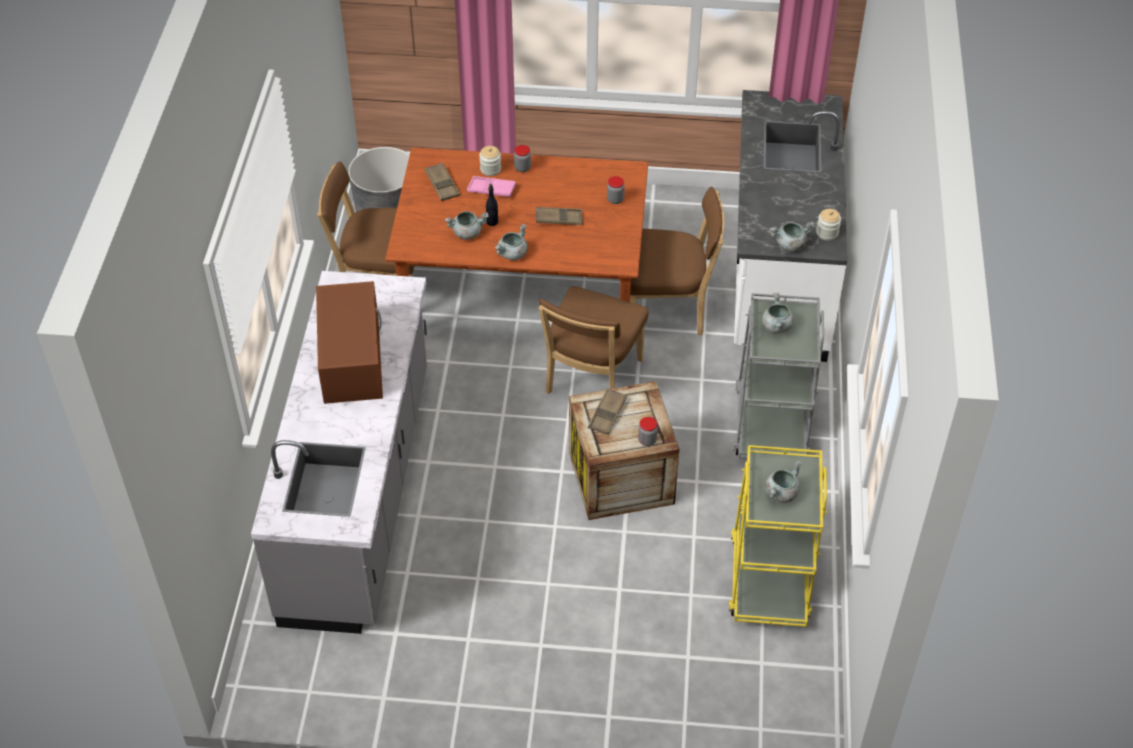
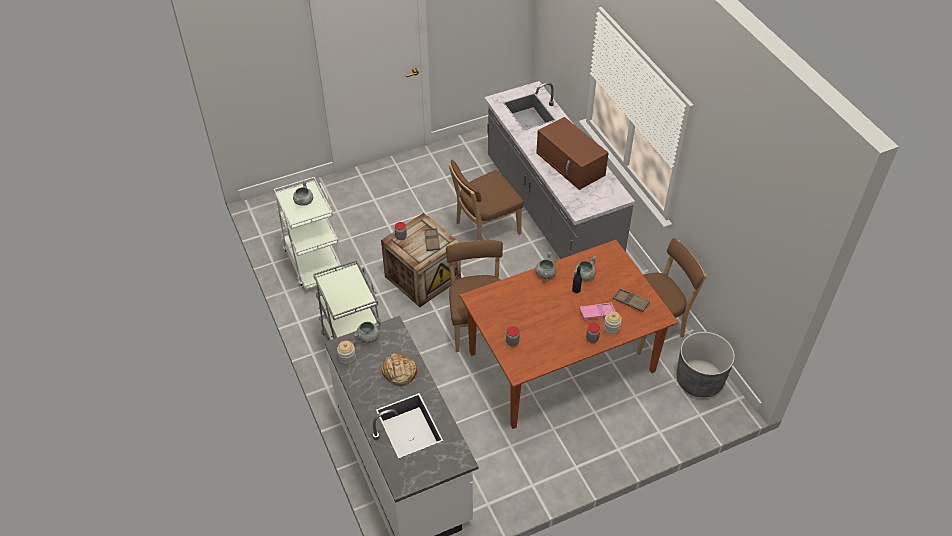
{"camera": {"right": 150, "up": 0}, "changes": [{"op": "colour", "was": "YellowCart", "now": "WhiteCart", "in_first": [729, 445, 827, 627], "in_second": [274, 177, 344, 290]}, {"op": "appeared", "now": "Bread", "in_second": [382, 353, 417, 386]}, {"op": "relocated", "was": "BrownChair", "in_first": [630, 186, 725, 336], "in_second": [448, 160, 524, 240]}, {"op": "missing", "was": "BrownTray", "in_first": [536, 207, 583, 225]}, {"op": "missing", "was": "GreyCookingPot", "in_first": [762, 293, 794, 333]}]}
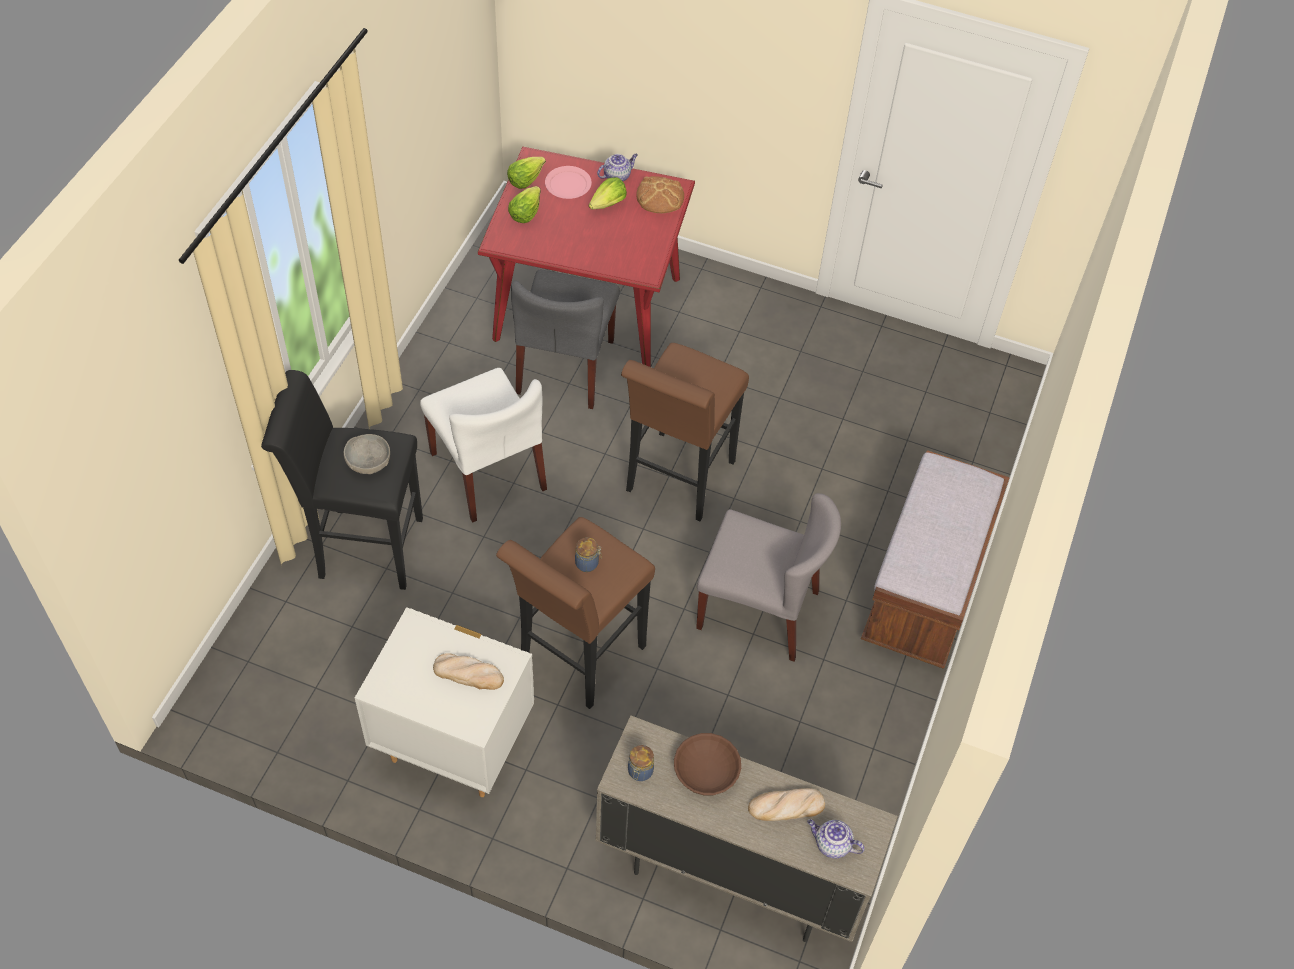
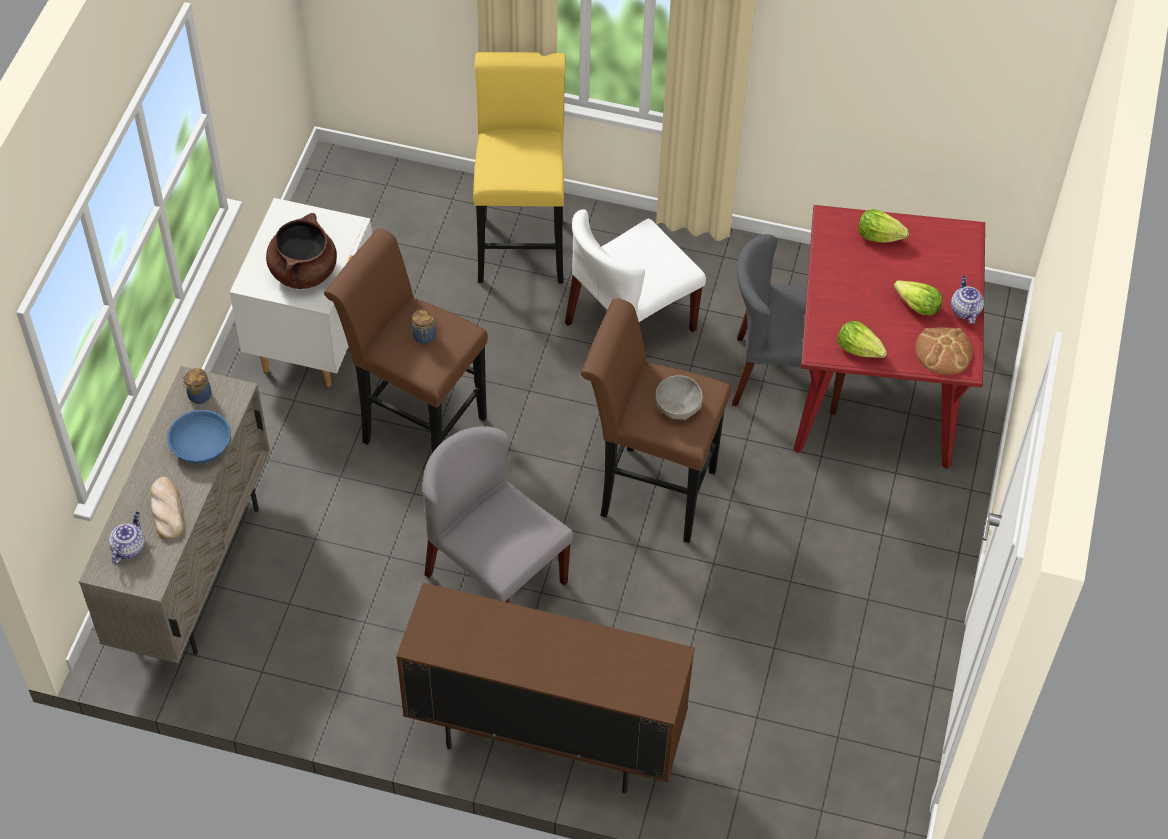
{"camera": {"right": 85, "up": 0}, "changes": [{"op": "colour", "was": "BrownBowl", "now": "BlueBowl", "in_first": [674, 733, 741, 795], "in_second": [167, 410, 231, 464]}, {"op": "exchanged", "was": "Bread", "now": "BrownCookingPot", "in_first": [433, 653, 504, 690], "in_second": [266, 213, 337, 289]}, {"op": "exchanged", "was": "BrownBench", "now": "BrownCabinet", "in_first": [861, 450, 1010, 669], "in_second": [396, 582, 695, 793]}, {"op": "spun", "was": "GreyChair", "in_first": [696, 493, 841, 662], "in_second": [423, 426, 573, 603], "clockwise": 120}, {"op": "colour", "was": "BlackStool", "now": "YellowStool", "in_first": [261, 370, 423, 590], "in_second": [473, 52, 566, 283]}, {"op": "relocated", "was": "GreyBowl", "in_first": [344, 434, 390, 474], "in_second": [656, 375, 703, 420]}, {"op": "relocated", "was": "Lettuce", "in_first": [507, 157, 546, 189], "in_second": [838, 321, 887, 358]}, {"op": "spun", "was": "Teapot", "in_first": [597, 154, 638, 181], "in_second": [951, 276, 984, 324], "clockwise": -150}, {"op": "missing", "was": "PinkPlate", "in_first": [545, 166, 592, 199]}]}
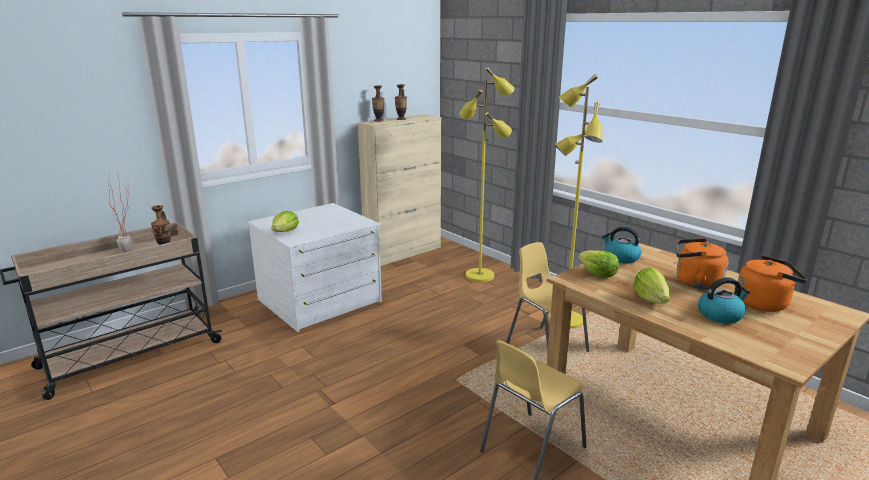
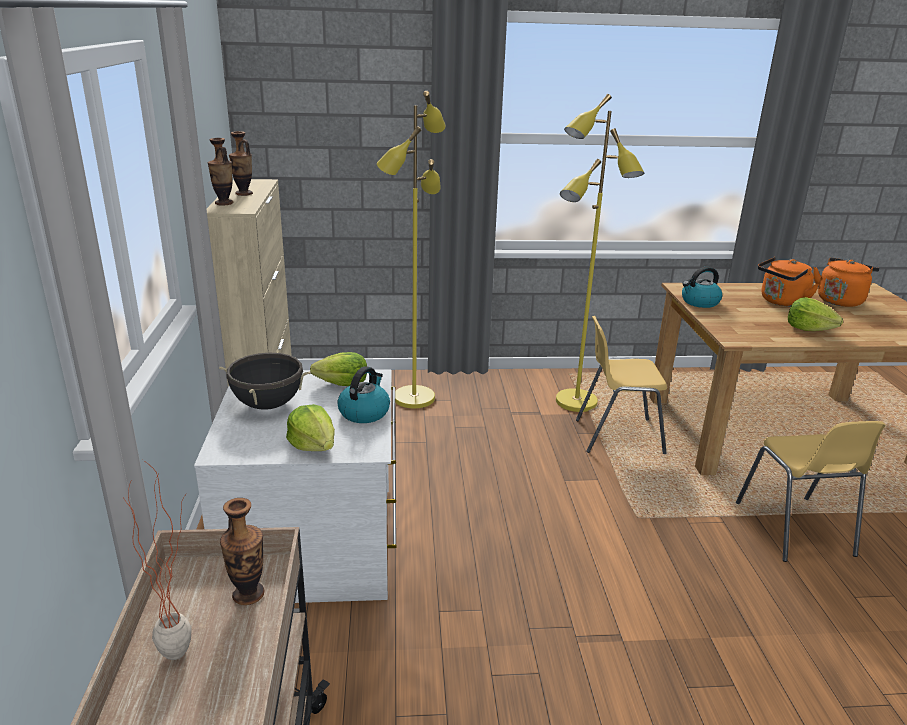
{"camera": {"right": -55, "up": 5}, "changes": [{"op": "appeared", "now": "BlackCookingPot", "in_second": [219, 350, 311, 410]}, {"op": "relocated", "was": "Lettuce", "in_first": [578, 250, 619, 278], "in_second": [310, 352, 367, 386]}, {"op": "relocated", "was": "Kettle", "in_first": [698, 277, 750, 324], "in_second": [337, 366, 390, 423]}]}
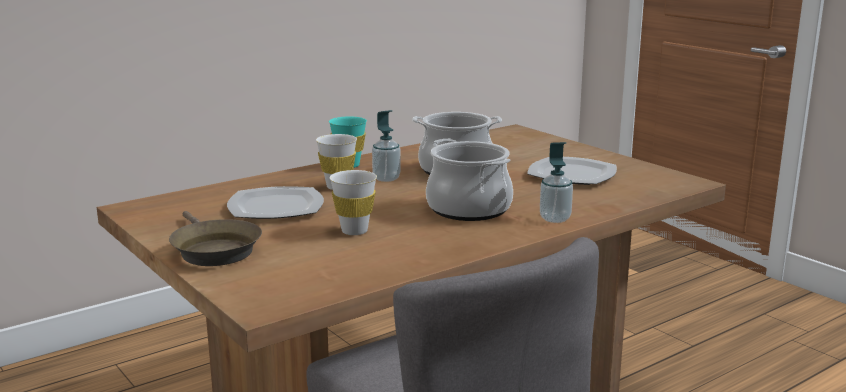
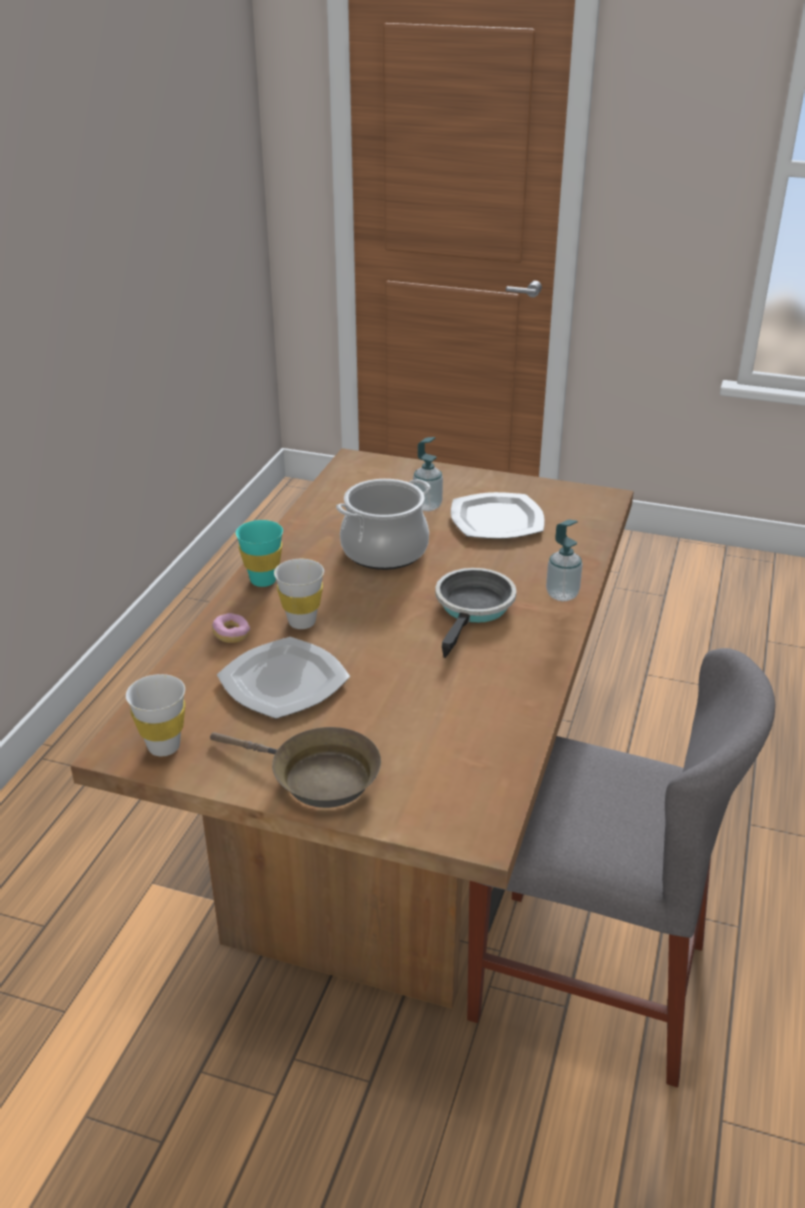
{"camera": {"right": -35, "up": 15}, "changes": [{"op": "relocated", "was": "WhiteCup", "in_first": [330, 170, 377, 235], "in_second": [126, 674, 185, 756]}, {"op": "appeared", "now": "Donut", "in_second": [212, 613, 250, 643]}, {"op": "relocated", "was": "SoapDispenser", "in_first": [372, 110, 401, 182], "in_second": [413, 437, 443, 511]}, {"op": "exchanged", "was": "CookingPot", "now": "FryingPan", "in_first": [426, 139, 513, 221], "in_second": [435, 568, 516, 658]}]}
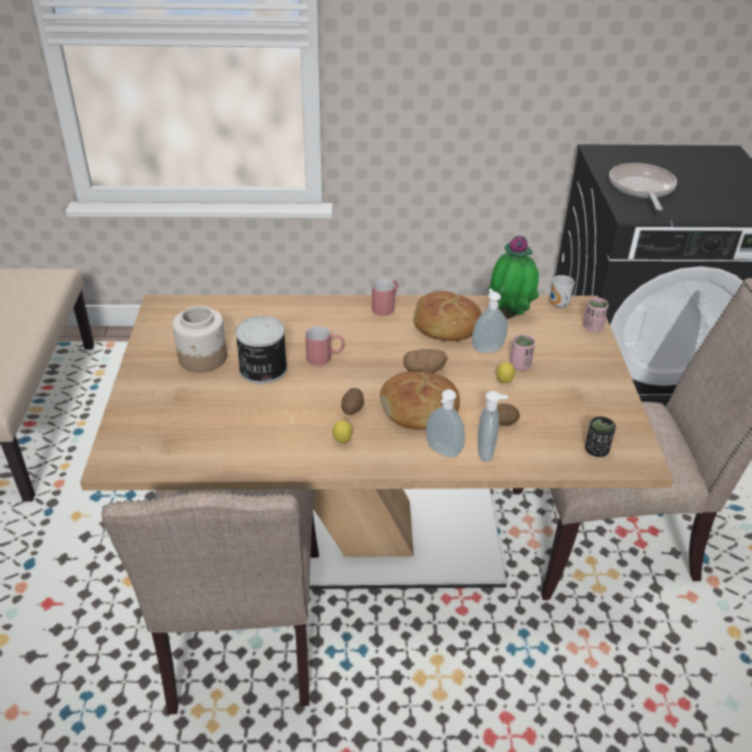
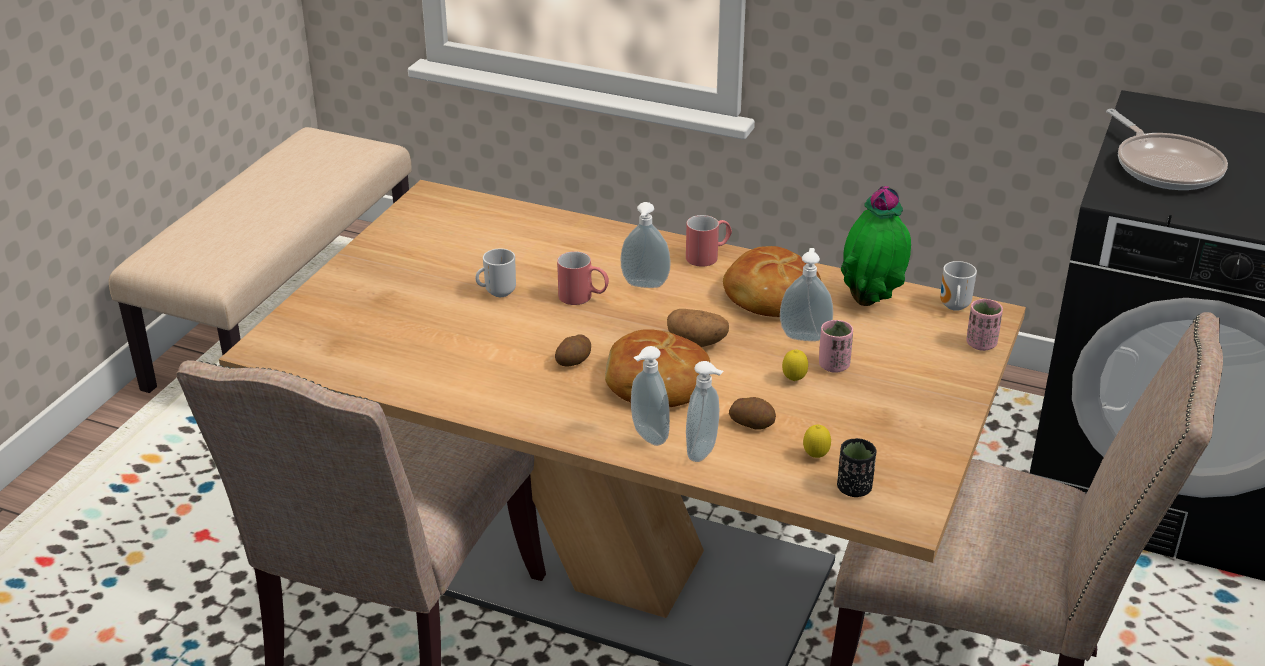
{"camera": {"right": 25, "up": -5}, "changes": [{"op": "exchanged", "was": "Can", "now": "Mug", "in_first": [235, 316, 287, 384], "in_second": [475, 249, 516, 297]}, {"op": "appeared", "now": "SoapDispenser", "in_second": [621, 202, 671, 288]}, {"op": "relocated", "was": "Lemon", "in_first": [333, 420, 352, 443], "in_second": [803, 425, 831, 458]}, {"op": "spun", "was": "FryingPan", "in_first": [609, 163, 677, 210], "in_second": [1106, 109, 1228, 190], "clockwise": 135}, {"op": "missing", "was": "Jar", "in_first": [173, 306, 227, 372]}]}
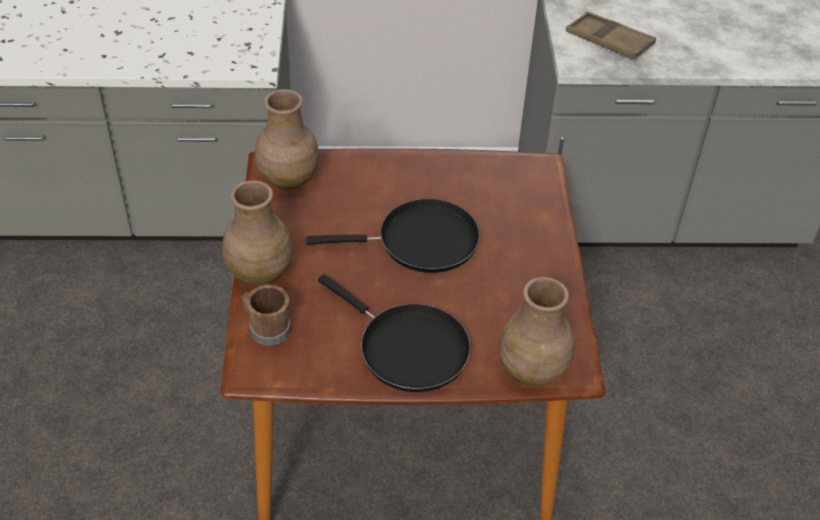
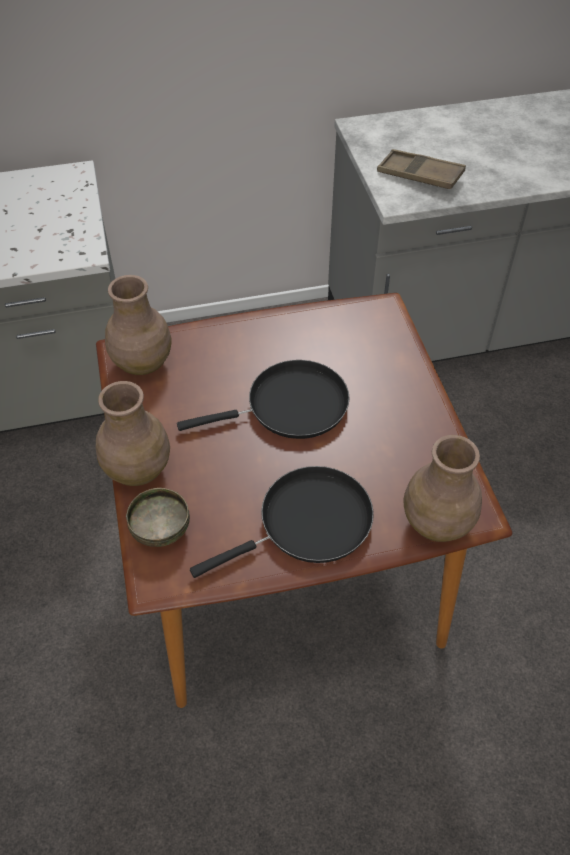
{"camera": {"right": -10, "up": 5}, "changes": [{"op": "exchanged", "was": "BrownMug", "now": "Bowl", "in_first": [241, 285, 290, 346], "in_second": [126, 488, 190, 547]}, {"op": "spun", "was": "BlackFryingPan", "in_first": [318, 274, 471, 392], "in_second": [190, 466, 374, 578], "clockwise": -60}]}
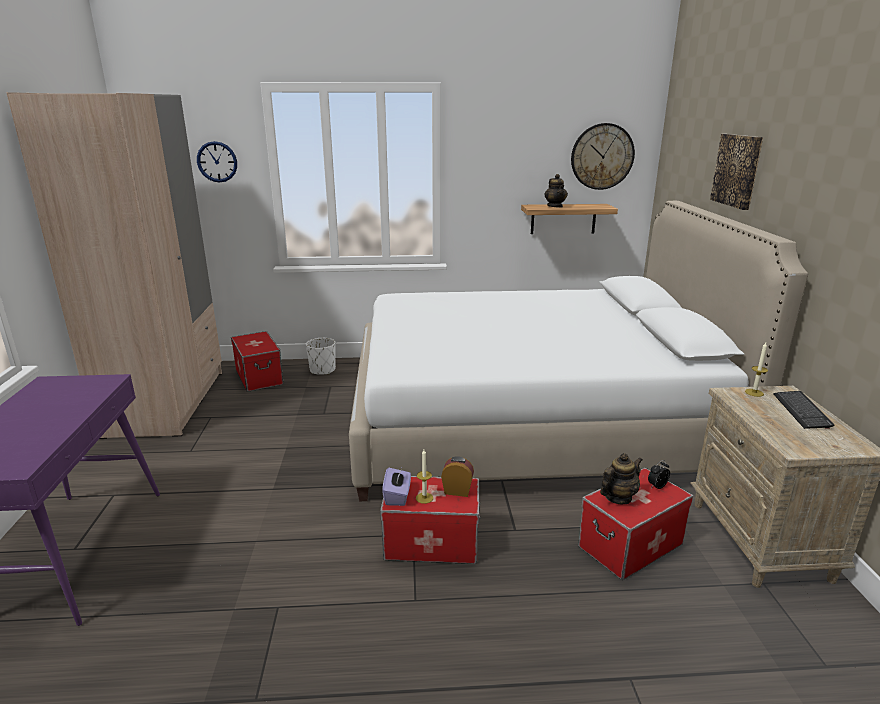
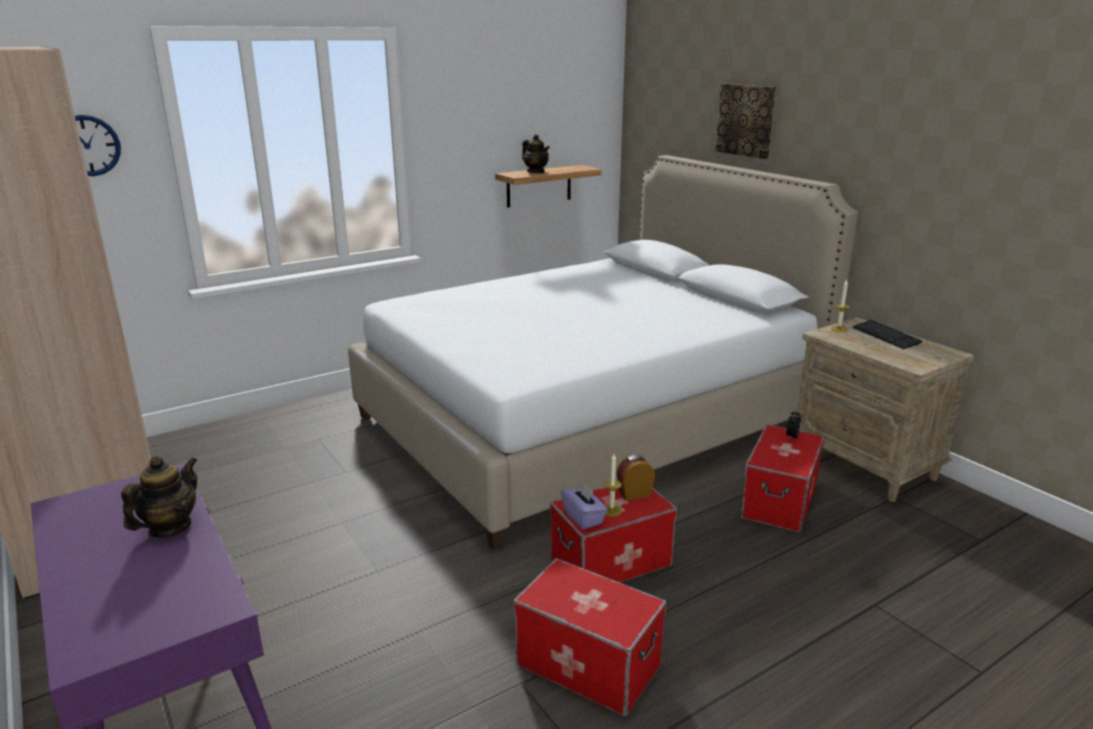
{"camera": {"right": -30, "up": 0}, "changes": [{"op": "relocated", "was": "Teapot", "in_first": [600, 453, 643, 504], "in_second": [121, 456, 198, 537]}, {"op": "relocated", "was": "StorageBox", "in_first": [231, 331, 284, 392], "in_second": [513, 558, 666, 717]}, {"op": "missing", "was": "WhitePlanter", "in_first": [306, 338, 336, 375]}, {"op": "missing", "was": "WallClock", "in_first": [571, 123, 635, 190]}]}
